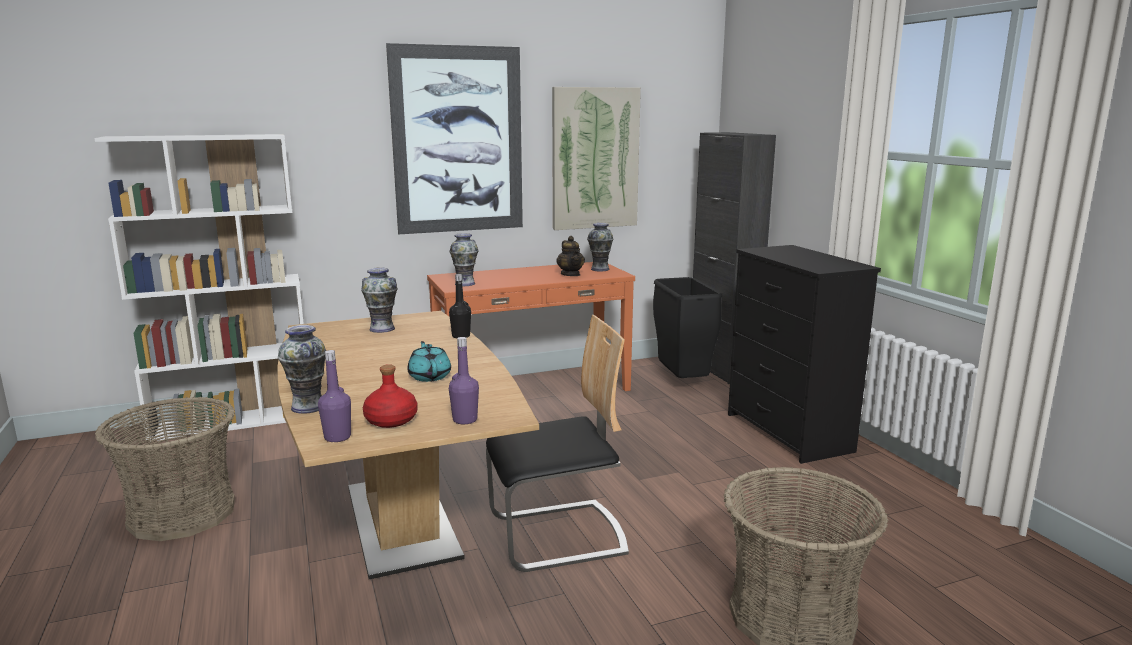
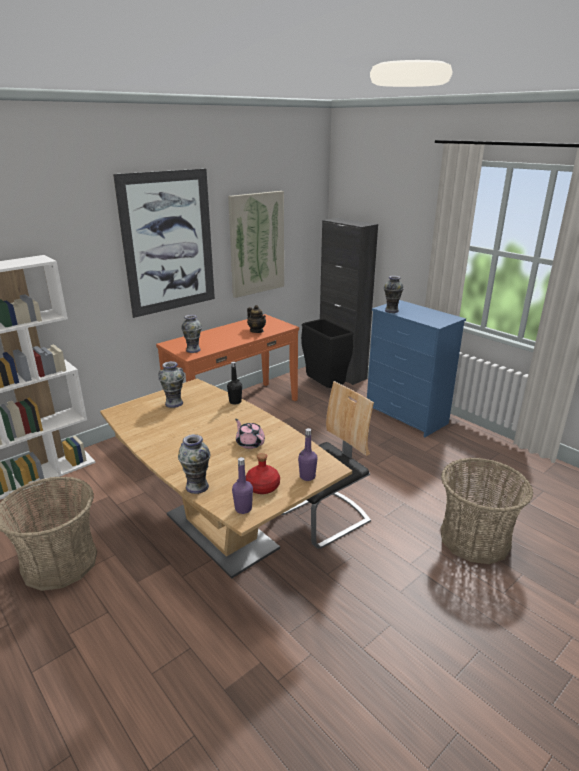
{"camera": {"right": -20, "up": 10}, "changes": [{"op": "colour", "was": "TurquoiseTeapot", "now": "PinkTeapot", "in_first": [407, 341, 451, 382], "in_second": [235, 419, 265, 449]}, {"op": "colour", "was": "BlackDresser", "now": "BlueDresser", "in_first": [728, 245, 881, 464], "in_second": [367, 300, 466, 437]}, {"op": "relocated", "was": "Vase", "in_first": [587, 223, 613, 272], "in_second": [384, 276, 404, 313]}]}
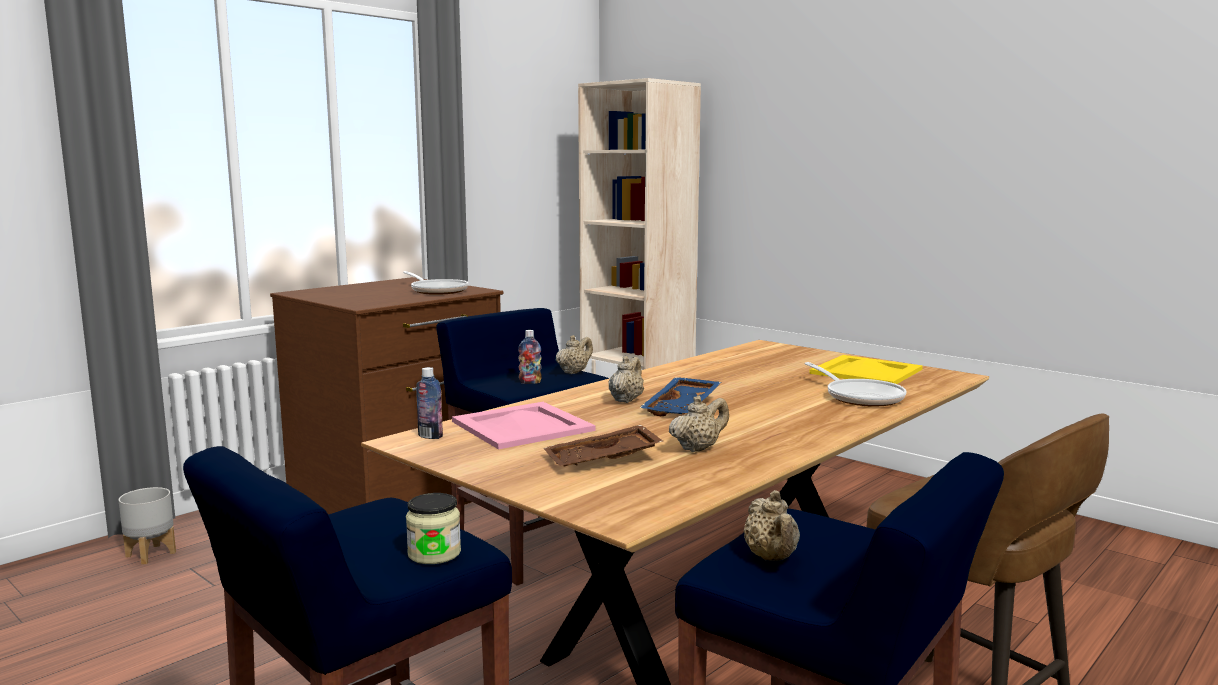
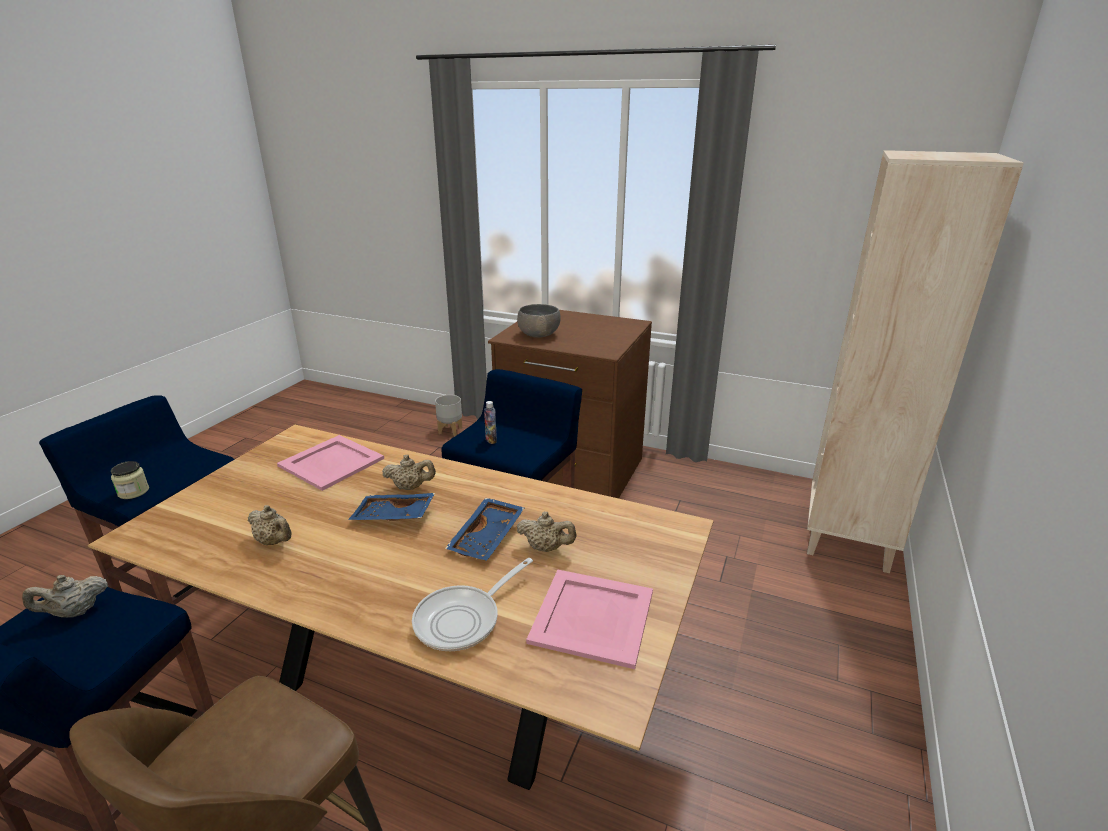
{"camera": {"right": 70, "up": 15}, "changes": [{"op": "appeared", "now": "BlueTray", "in_second": [445, 498, 524, 561]}, {"op": "relocated", "was": "BeigeTeapot", "in_first": [556, 335, 593, 374], "in_second": [516, 512, 577, 552]}, {"op": "appeared", "now": "GreyBowl", "in_second": [517, 304, 561, 338]}, {"op": "colour", "was": "YellowTray", "now": "PinkTray", "in_first": [809, 355, 923, 384], "in_second": [526, 570, 653, 669]}, {"op": "missing", "was": "FryingPan", "in_first": [403, 271, 468, 295]}, {"op": "missing", "was": "Bottle", "in_first": [416, 367, 443, 439]}, {"op": "missing", "was": "BrownTray", "in_first": [543, 425, 663, 467]}]}
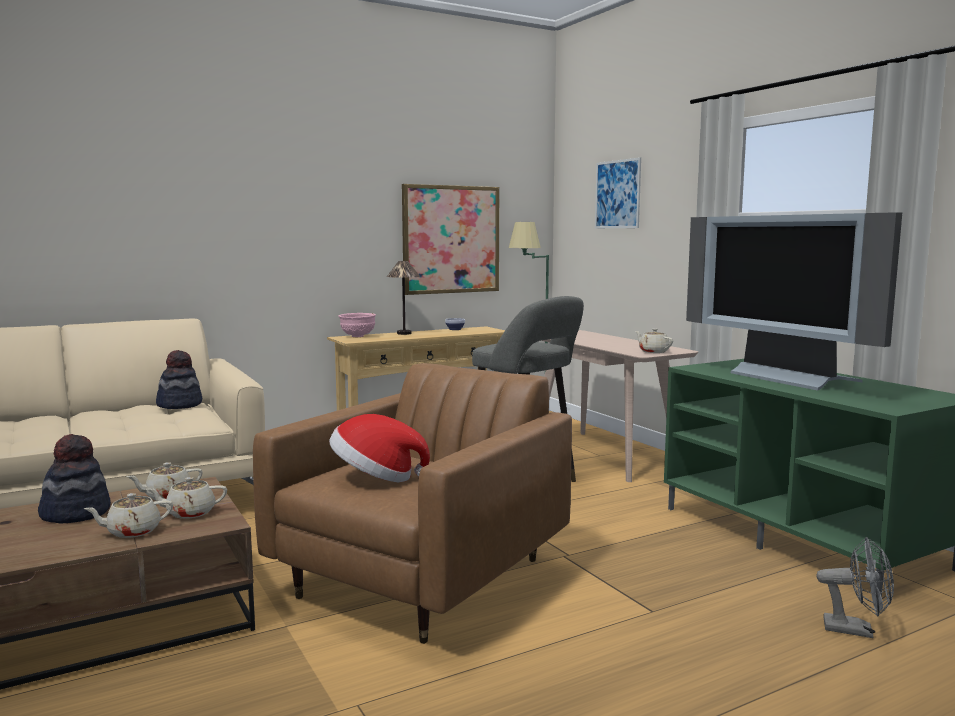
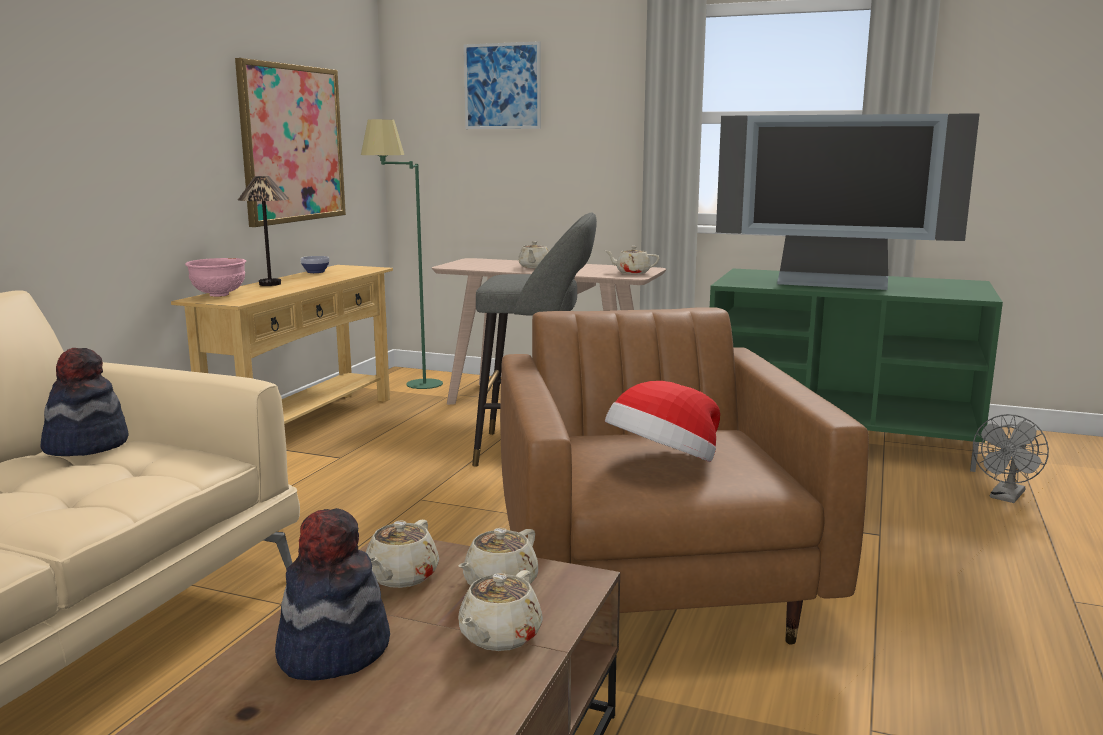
{"camera": {"right": -40, "up": 5}, "changes": [{"op": "appeared", "now": "BeigeTeapot", "in_second": [518, 241, 549, 268]}, {"op": "spun", "was": "GreyFan", "in_first": [816, 537, 894, 638], "in_second": [973, 414, 1049, 503], "clockwise": 150}]}
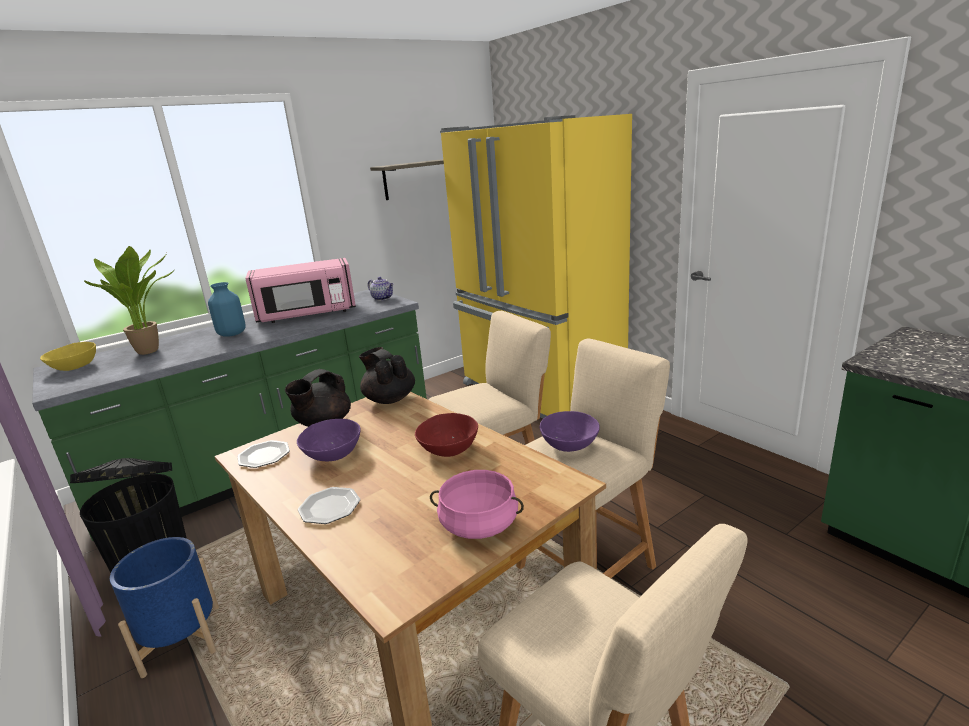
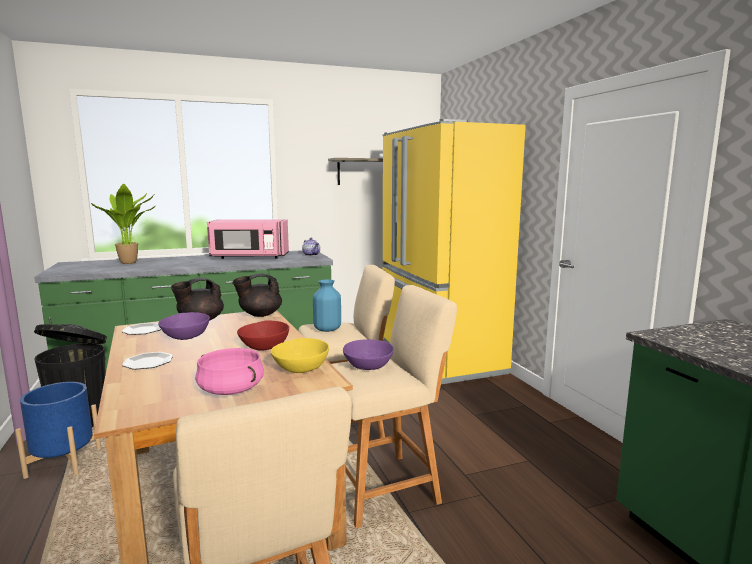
{"camera": {"right": 15, "up": -10}, "changes": [{"op": "spun", "was": "BlackTeapot", "in_first": [359, 347, 415, 404], "in_second": [233, 273, 282, 317], "clockwise": -90}, {"op": "relocated", "was": "YellowBowl", "in_first": [40, 342, 96, 371], "in_second": [271, 338, 329, 373]}, {"op": "relocated", "was": "BlueVase", "in_first": [208, 282, 246, 337], "in_second": [313, 279, 341, 332]}]}
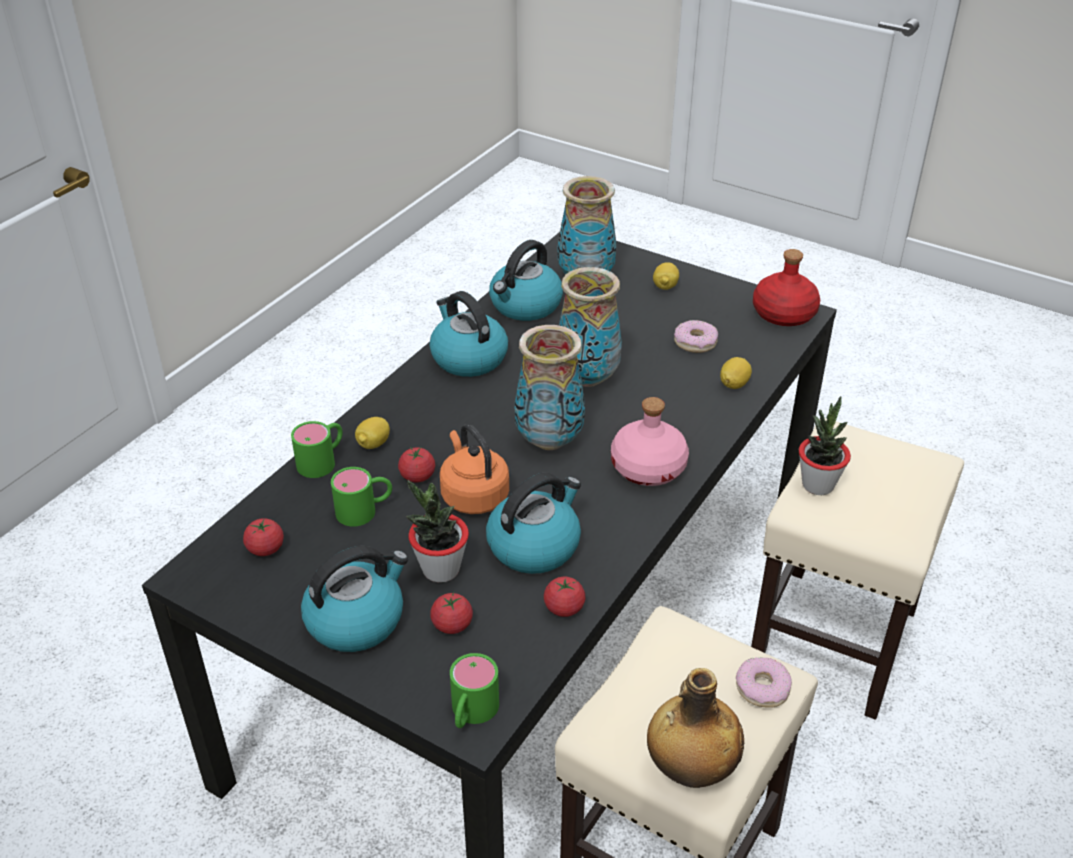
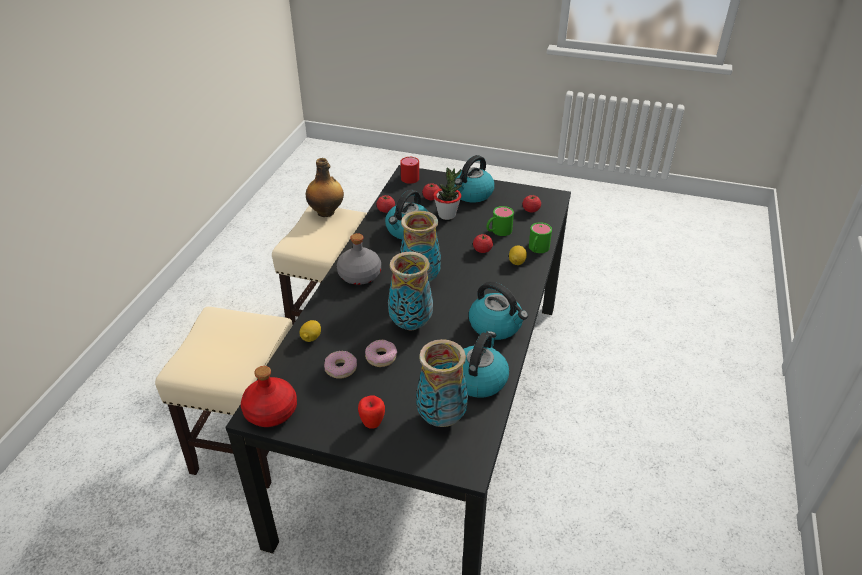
{"camera": {"right": 165, "up": 0}, "changes": [{"op": "colour", "was": "PinkBottle", "now": "GreyBottle", "in_first": [611, 397, 689, 486], "in_second": [337, 233, 381, 285]}, {"op": "exchanged", "was": "Lemon", "now": "Apple", "in_first": [653, 262, 679, 290], "in_second": [358, 395, 385, 429]}, {"op": "relocated", "was": "Donut", "in_first": [736, 657, 792, 708], "in_second": [365, 340, 397, 367]}, {"op": "colour", "was": "GreenMug", "now": "RedMug", "in_first": [450, 653, 499, 728], "in_second": [400, 156, 419, 184]}, {"op": "missing", "was": "OrangeKettle", "in_first": [440, 424, 509, 514]}, {"op": "missing", "was": "PottedPlant", "in_first": [799, 396, 851, 495]}]}
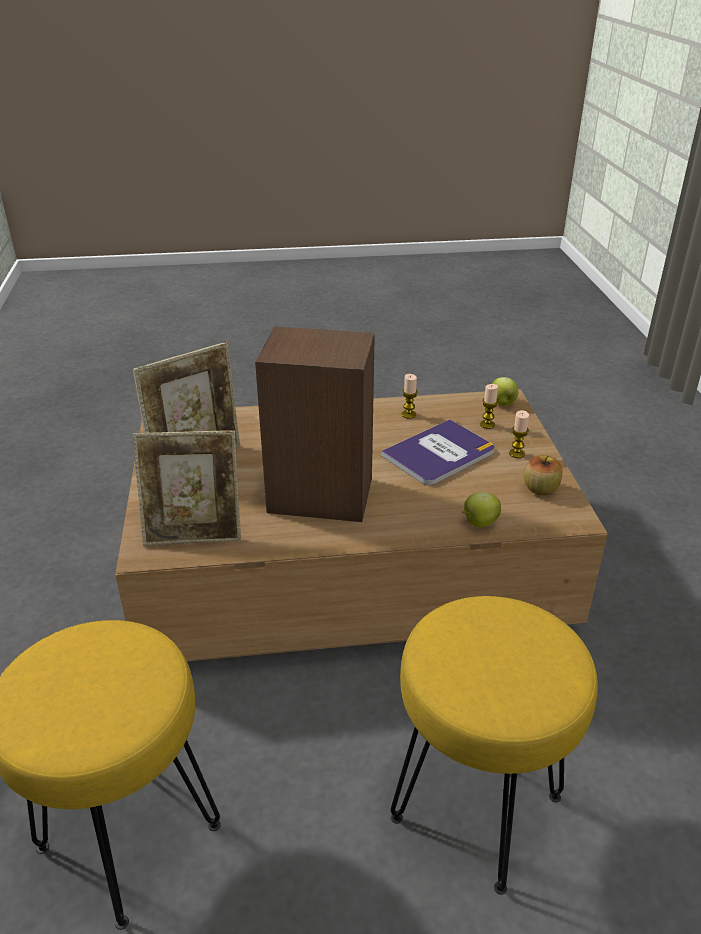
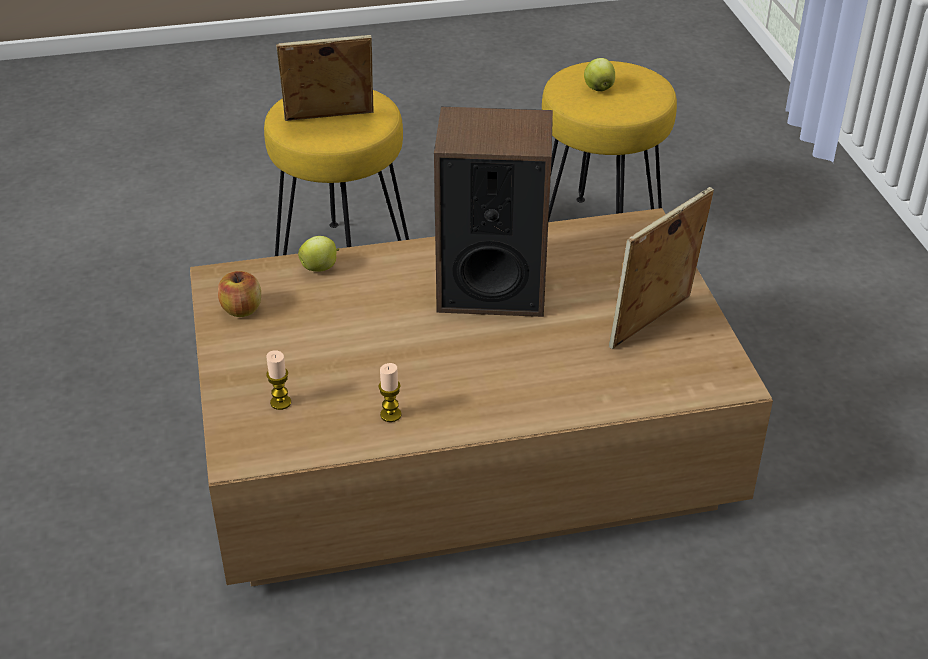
{"camera": {"right": 175, "up": 5}, "changes": [{"op": "relocated", "was": "PictureFrame", "in_first": [133, 430, 241, 546], "in_second": [276, 35, 373, 121]}, {"op": "relocated", "was": "Apple", "in_first": [492, 377, 518, 406], "in_second": [584, 58, 615, 92]}, {"op": "missing", "was": "Book", "in_first": [381, 419, 495, 485]}, {"op": "missing", "was": "Candle", "in_first": [509, 410, 529, 458]}]}
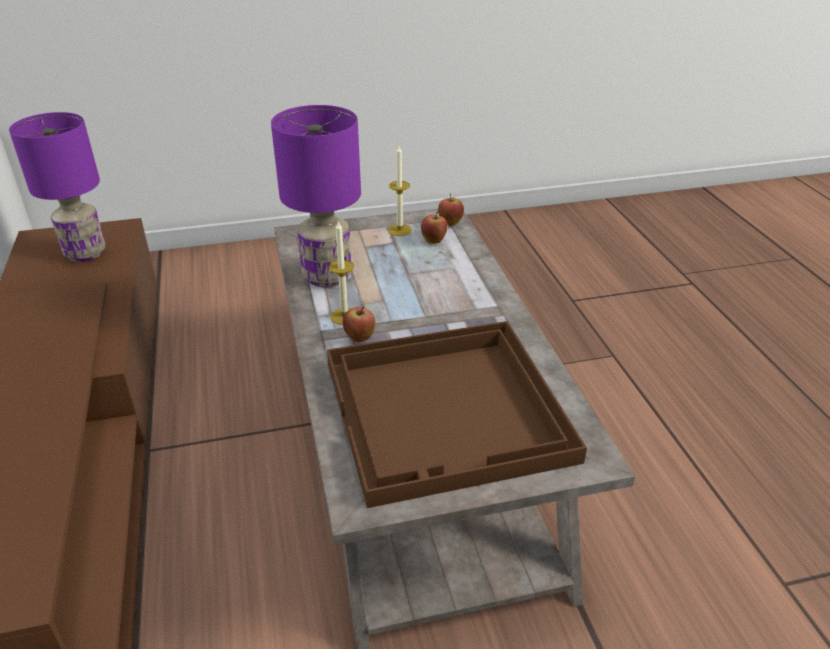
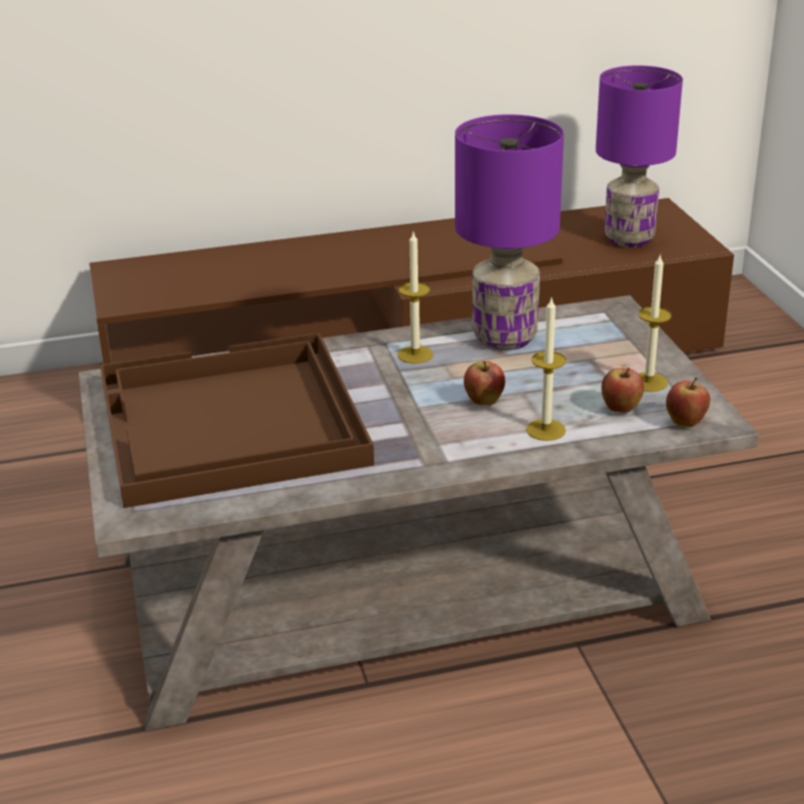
{"camera": {"right": 90, "up": -5}, "changes": [{"op": "relocated", "was": "Apple", "in_first": [342, 307, 376, 342], "in_second": [464, 361, 505, 406]}, {"op": "appeared", "now": "Candle", "in_second": [526, 296, 566, 441]}]}
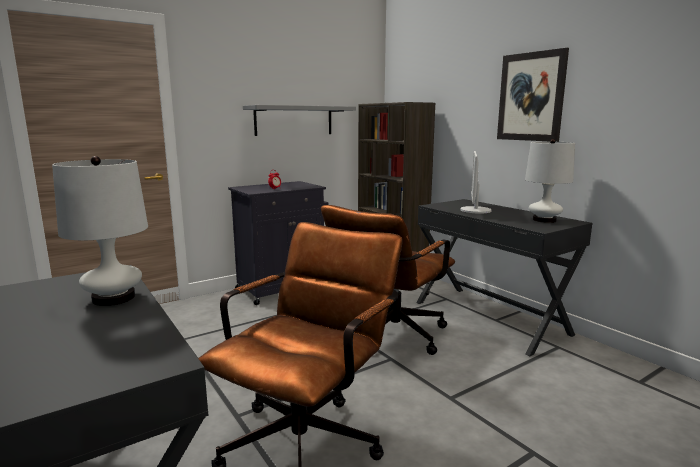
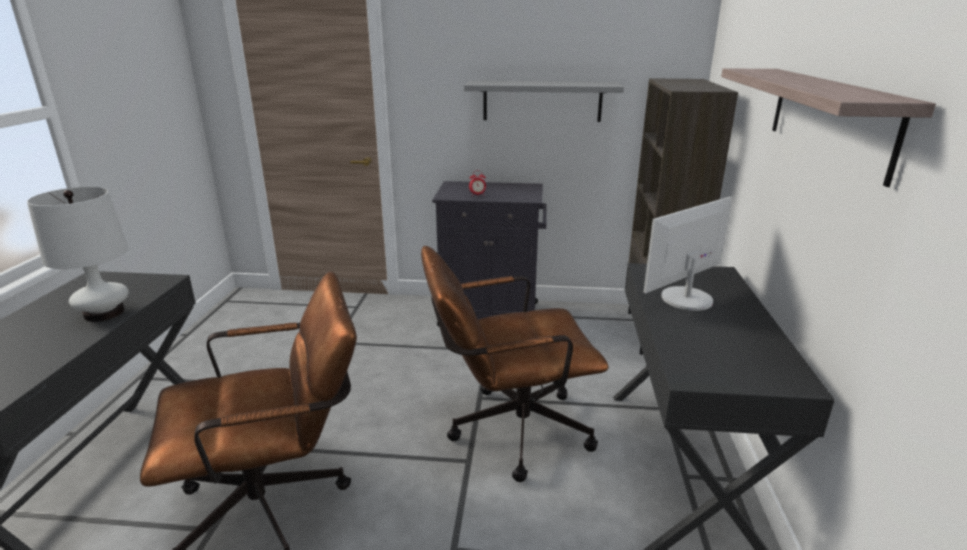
{"camera": {"right": 40, "up": 10}, "changes": [{"op": "exchanged", "was": "Picture", "now": "Shelf", "in_first": [497, 48, 569, 142], "in_second": [721, 68, 936, 187]}, {"op": "missing", "was": "WhiteTableLamp", "in_first": [525, 139, 575, 223]}]}
